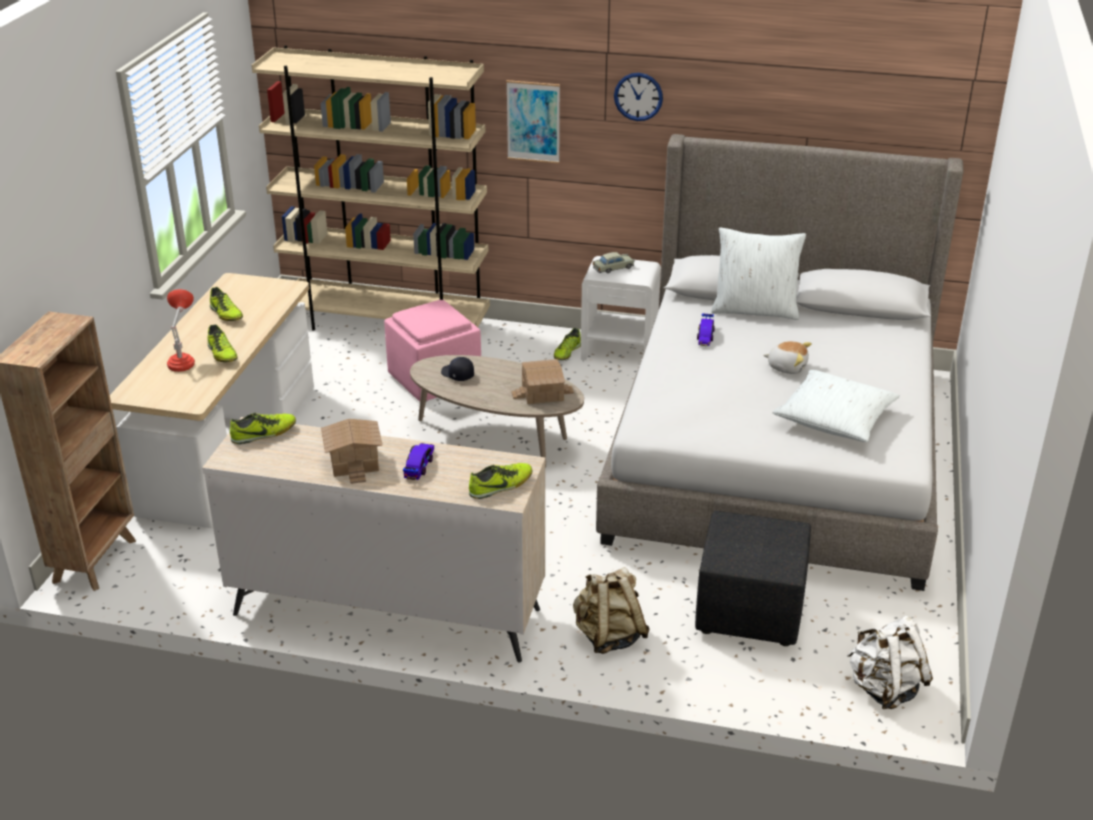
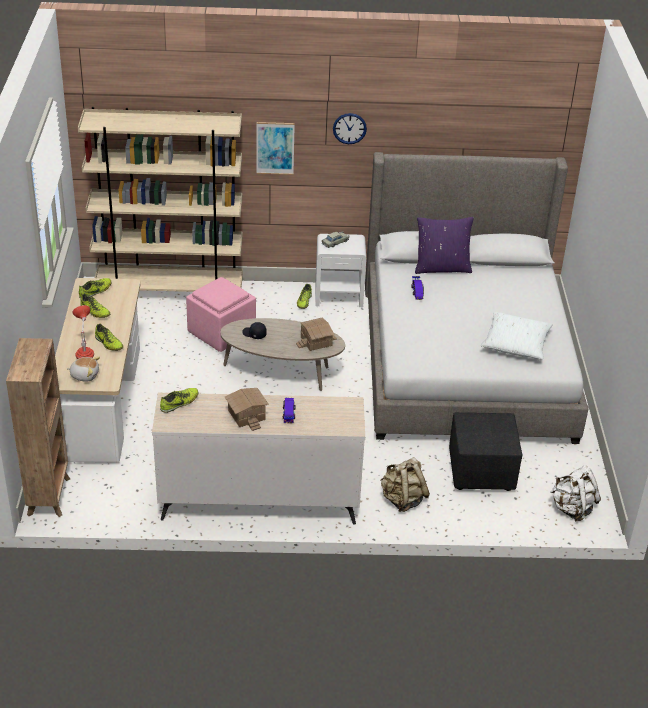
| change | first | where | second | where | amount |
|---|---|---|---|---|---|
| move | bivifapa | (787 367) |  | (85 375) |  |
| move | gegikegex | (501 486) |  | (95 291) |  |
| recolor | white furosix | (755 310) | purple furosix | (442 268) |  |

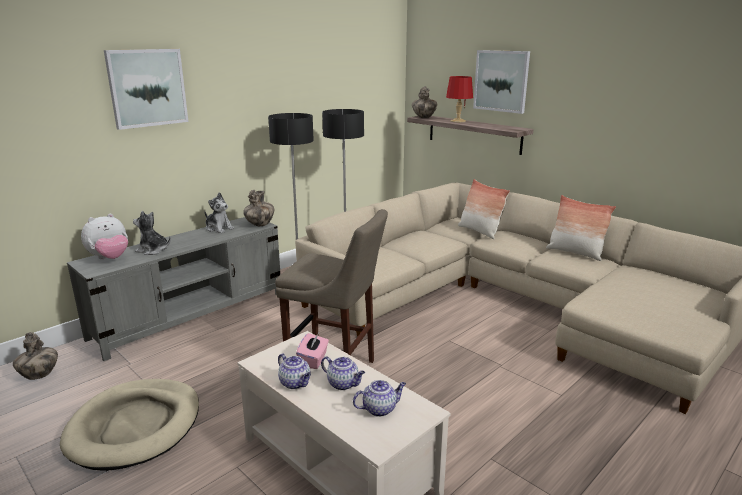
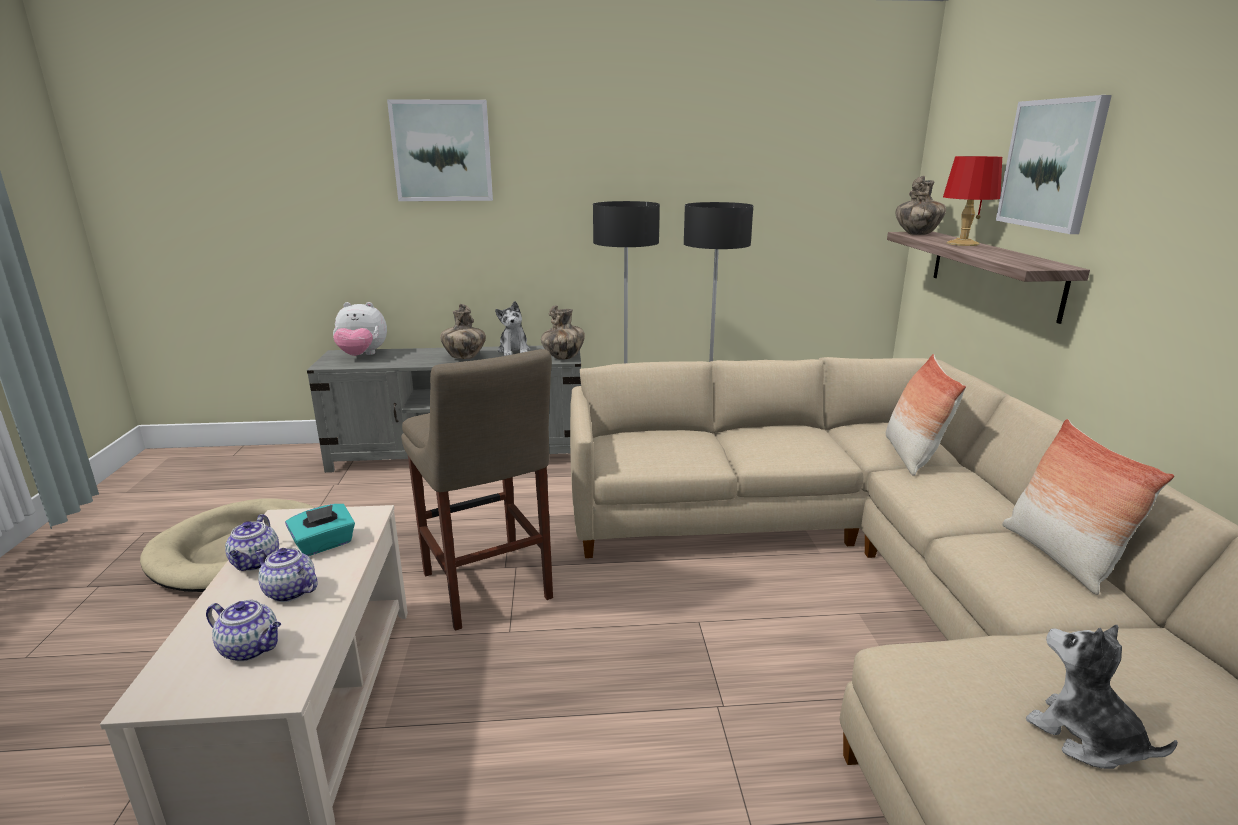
| change | first | where | second | where | amount |
|---|---|---|---|---|---|
| rotate | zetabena | (343 384) |  | (289 591) | 135 degrees clockwise |
| recolor | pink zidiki | (313 360) | turquoise zidiki | (324 544) |  |
| move | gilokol | (39 375) |  | (464 357) |  |
| move | bivifapa | (153 250) |  | (1084 737) |  |

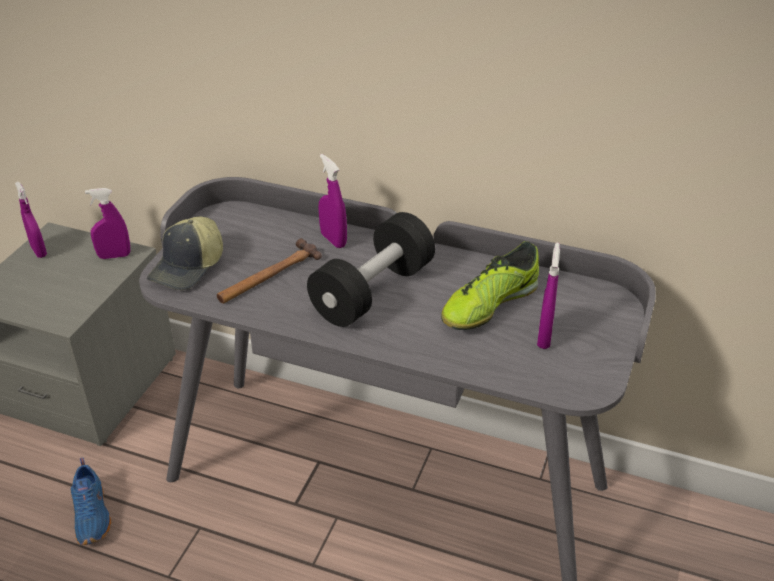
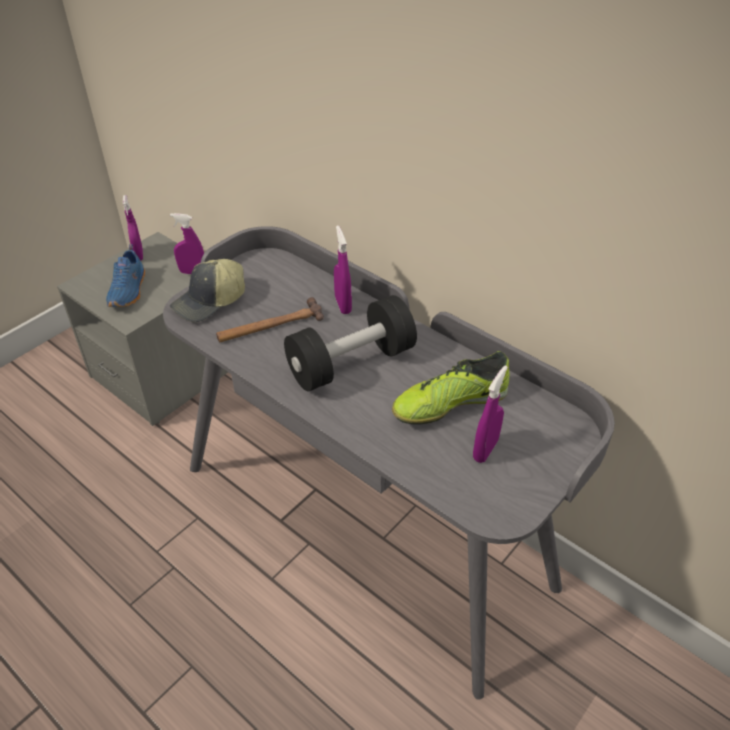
| change | first | where | second | where | amount |
|---|---|---|---|---|---|
| move | blue gegikegex | (93 514) |  | (129 291) |  |

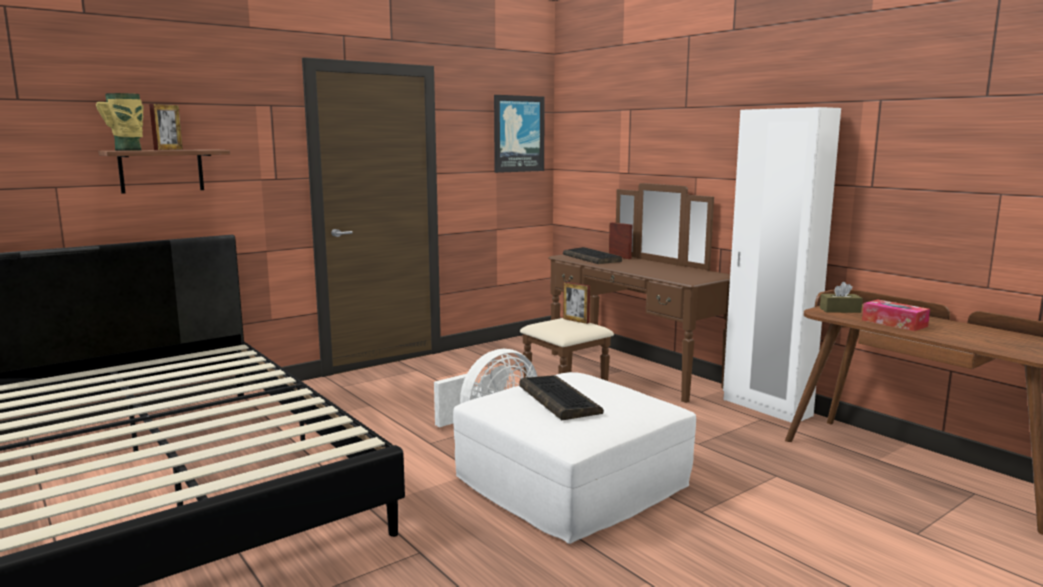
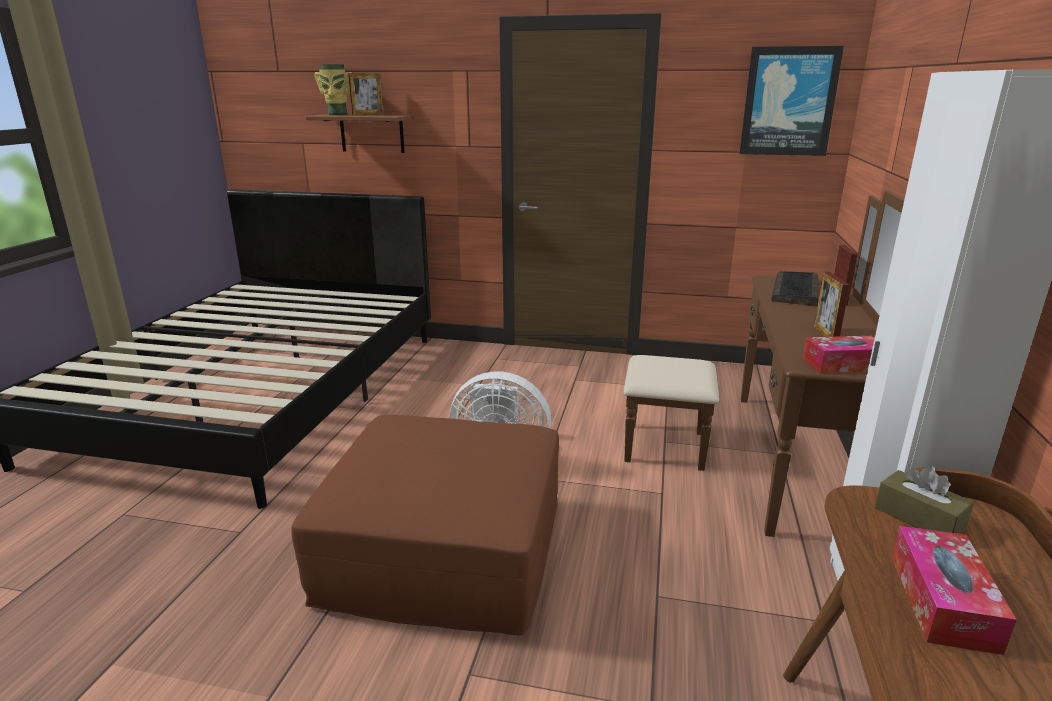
| change | first | where | second | where | amount |
|---|---|---|---|---|---|
| recolor | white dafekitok | (571 483) | brown dafekitok | (443 550) |  |
| insert |  |  | zidiki | (844 364) |  |
| move | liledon | (576 321) |  | (825 335) |  |
| delete | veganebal | (557 399) |  |  |  |

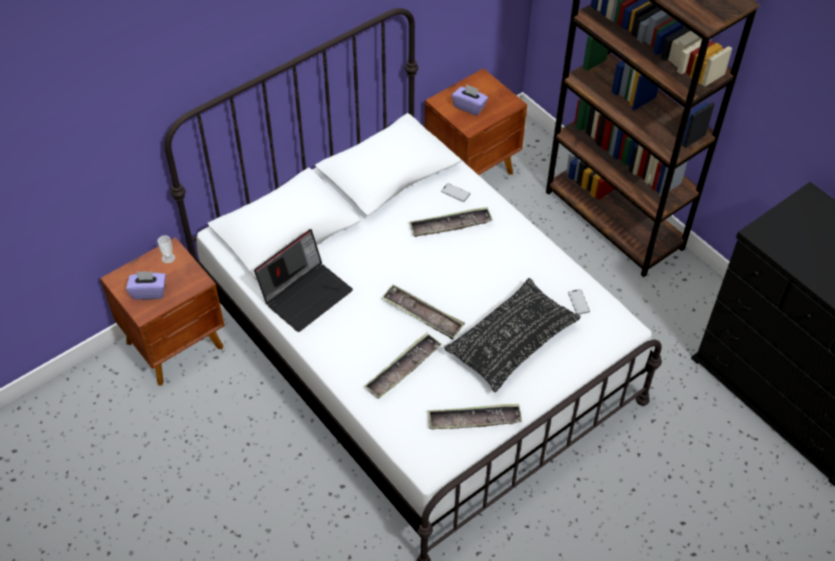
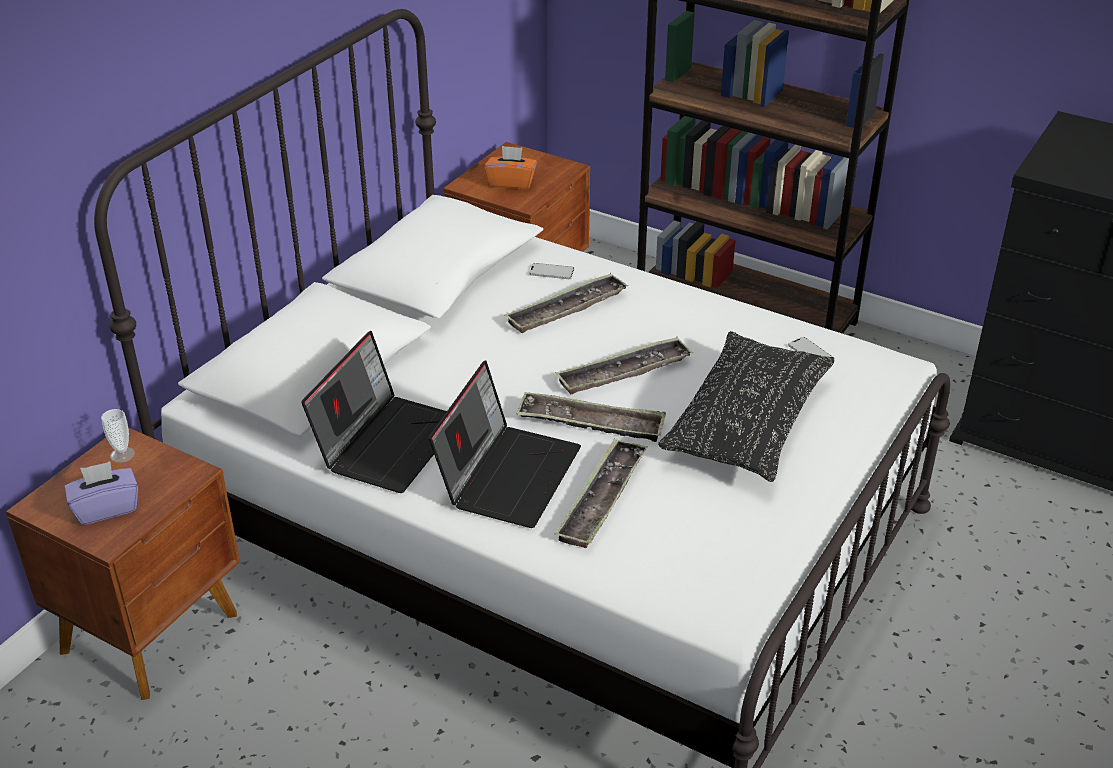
| change | first | where | second | where | amount |
|---|---|---|---|---|---|
| insert |  |  | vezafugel | (508 474) |  |
| recolor | purple zidiki | (469 107) | orange zidiki | (511 182) |  |
| move | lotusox | (474 420) |  | (623 372) |  |

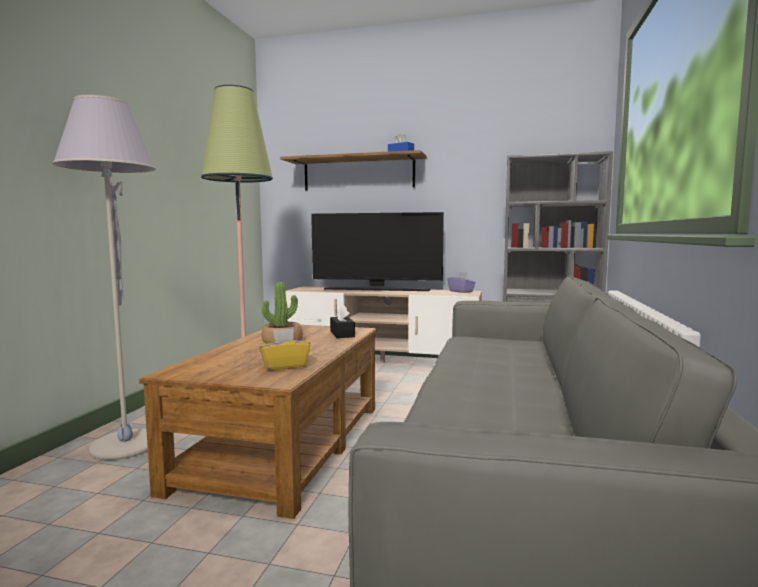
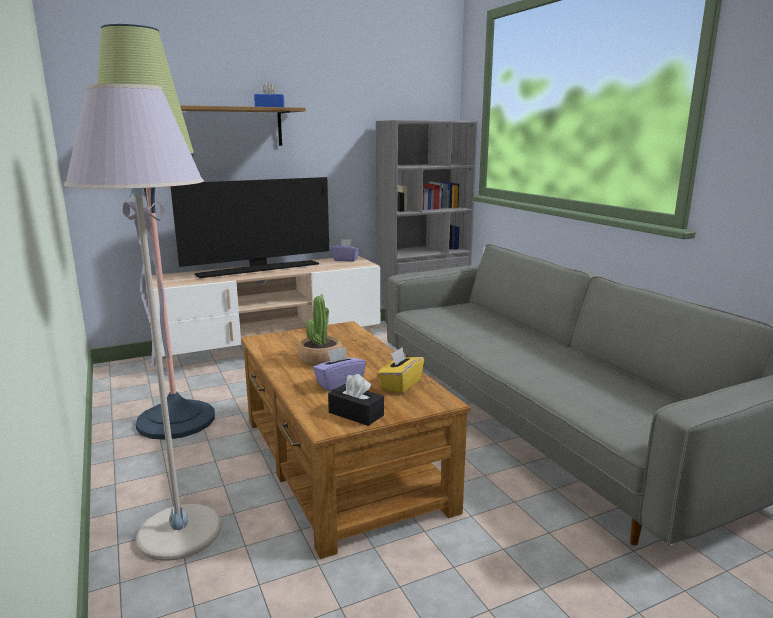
| change | first | where | second | where | amount |
|---|---|---|---|---|---|
| insert |  |  | purple zidiki | (339 384) |  |
| move | black zidiki | (342 334) |  | (356 414) |  |

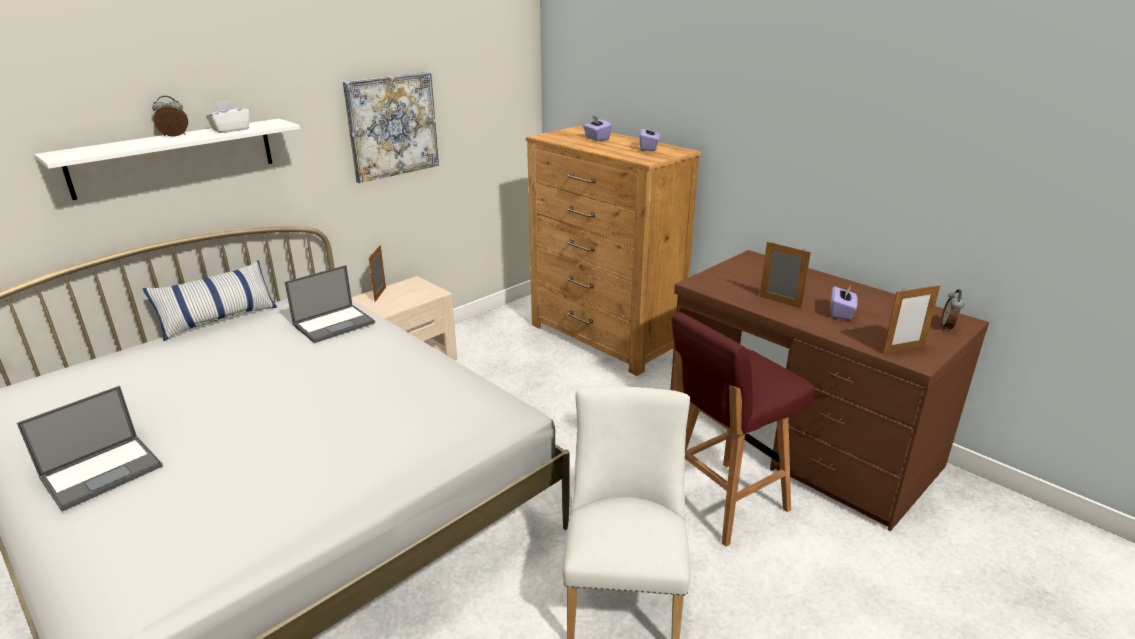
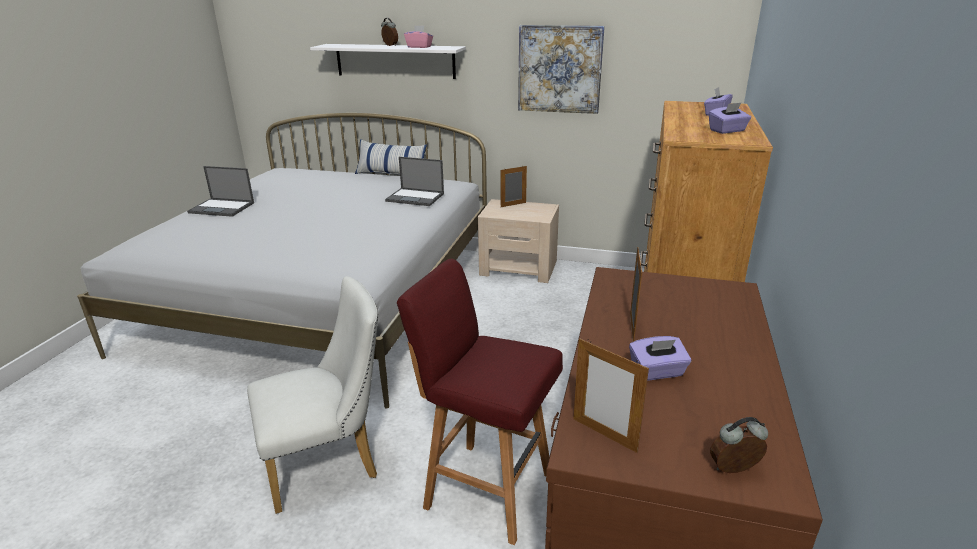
| change | first | where | second | where | amount |
|---|---|---|---|---|---|
| recolor | white zidiki | (231 130) | pink zidiki | (419 47) |  |

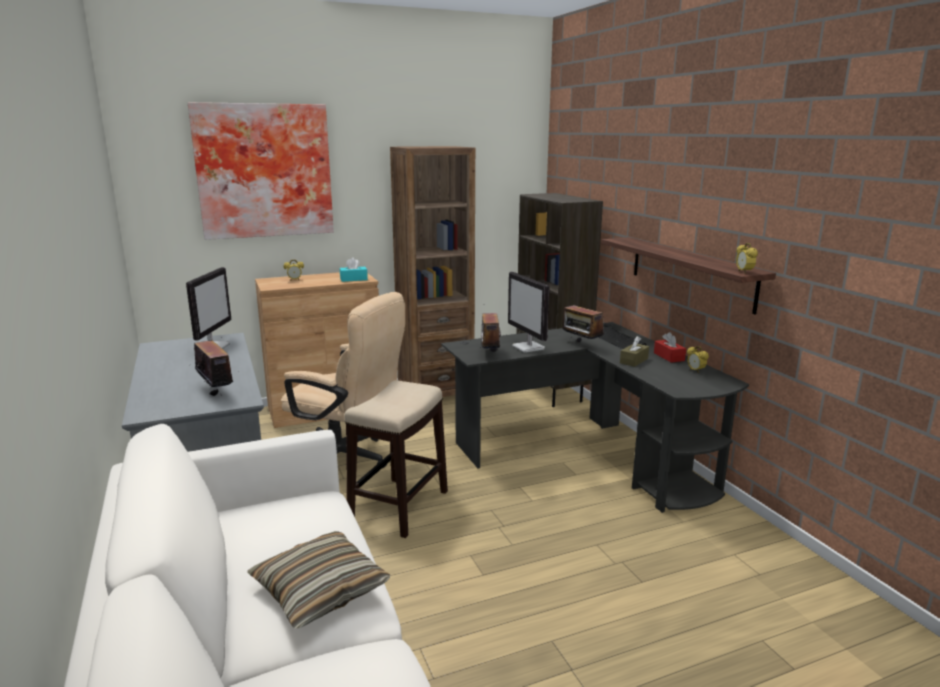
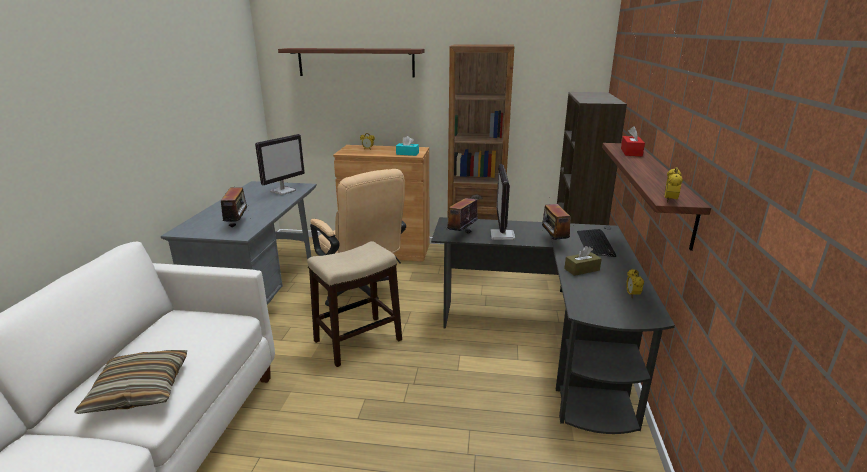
| change | first | where | second | where | amount |
|---|---|---|---|---|---|
| replace | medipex | (264 171) | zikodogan | (356 62) |  |
| move | red zidiki | (669 357) |  | (631 152) |  |

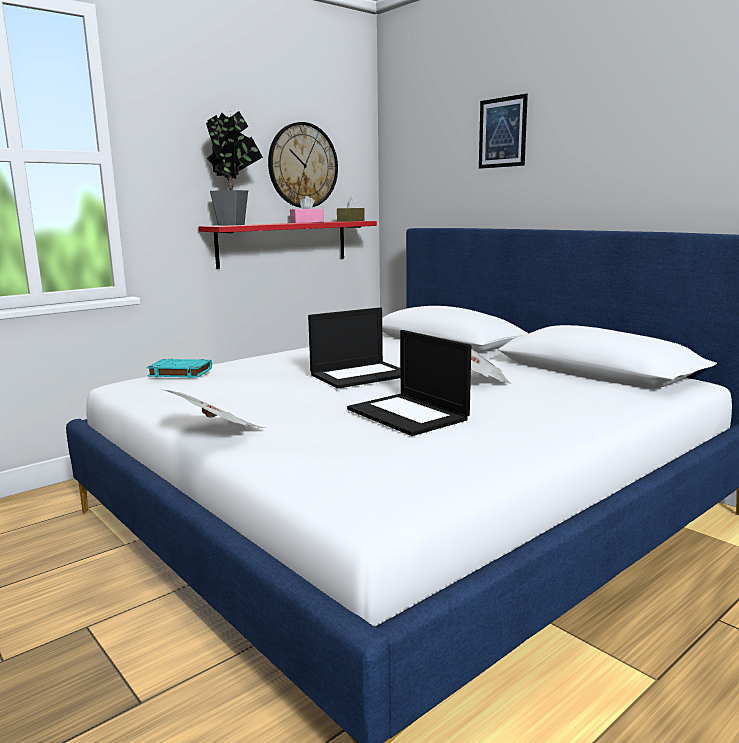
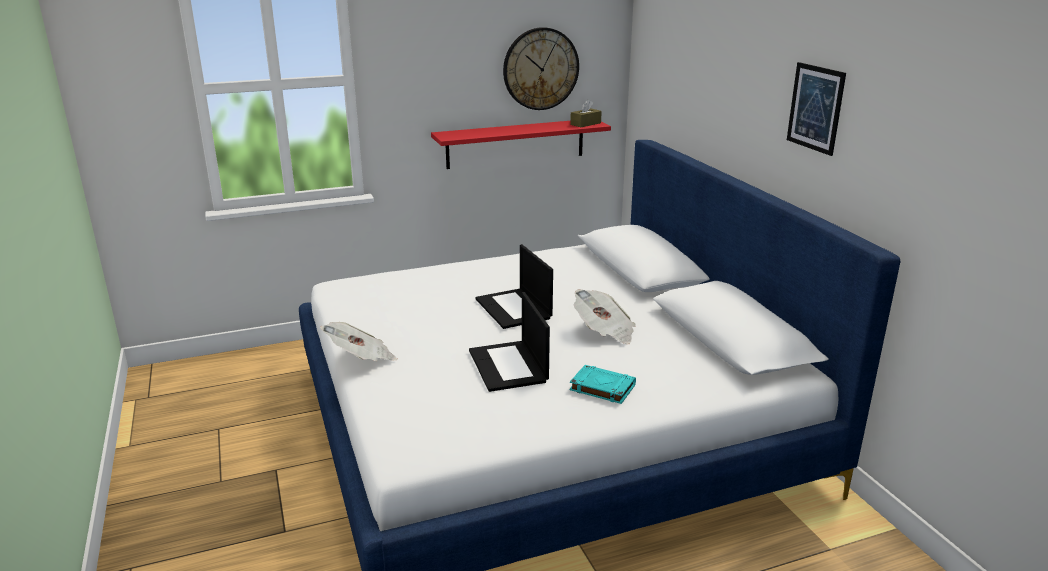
| change | first | where | second | where | amount |
|---|---|---|---|---|---|
| rotate | vezafugel | (361 375) |  | (514 309) | 75 degrees clockwise |
| move | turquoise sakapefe | (179 372) |  | (601 388) |  |
| move | medipex | (502 132) |  | (815 108) |  |
| delete | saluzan | (235 225) |  |  |  |
| delete | pink zidiki | (307 222) |  |  |  |

